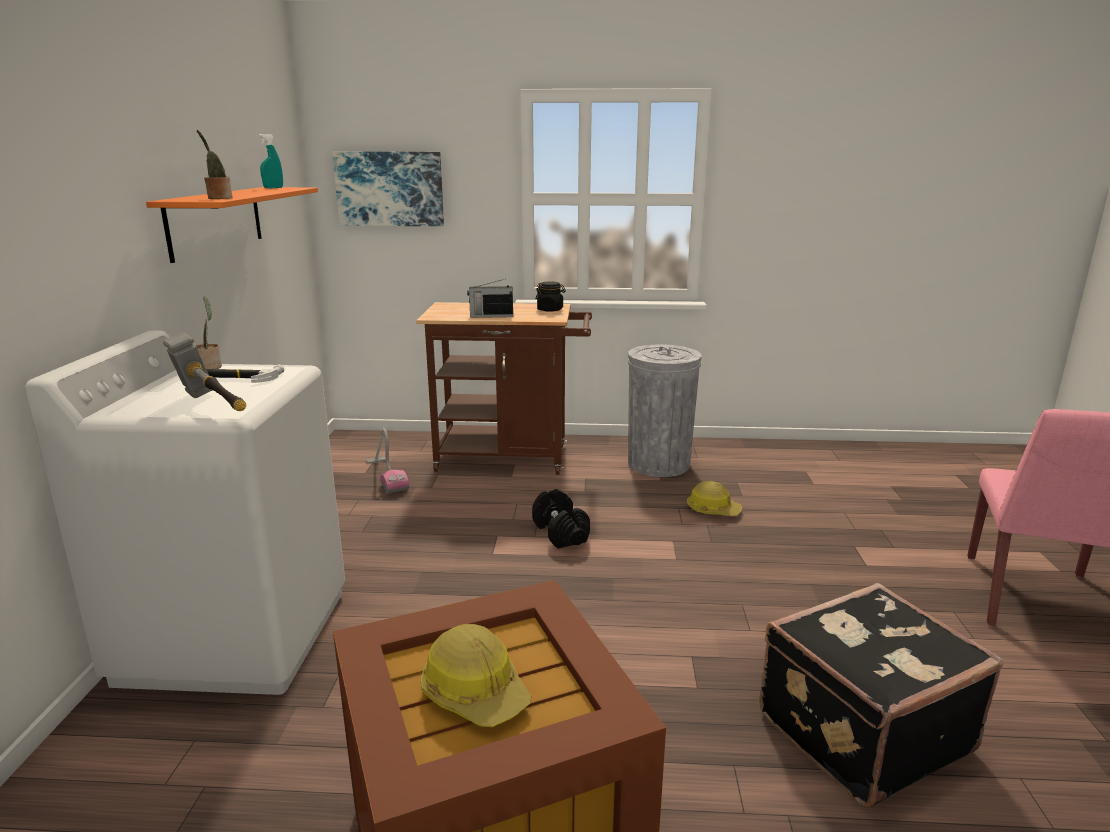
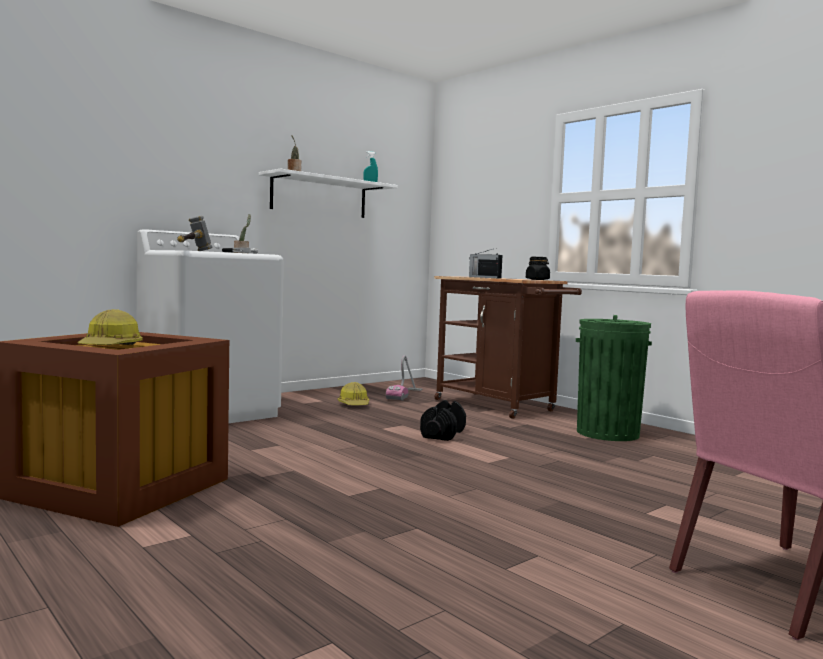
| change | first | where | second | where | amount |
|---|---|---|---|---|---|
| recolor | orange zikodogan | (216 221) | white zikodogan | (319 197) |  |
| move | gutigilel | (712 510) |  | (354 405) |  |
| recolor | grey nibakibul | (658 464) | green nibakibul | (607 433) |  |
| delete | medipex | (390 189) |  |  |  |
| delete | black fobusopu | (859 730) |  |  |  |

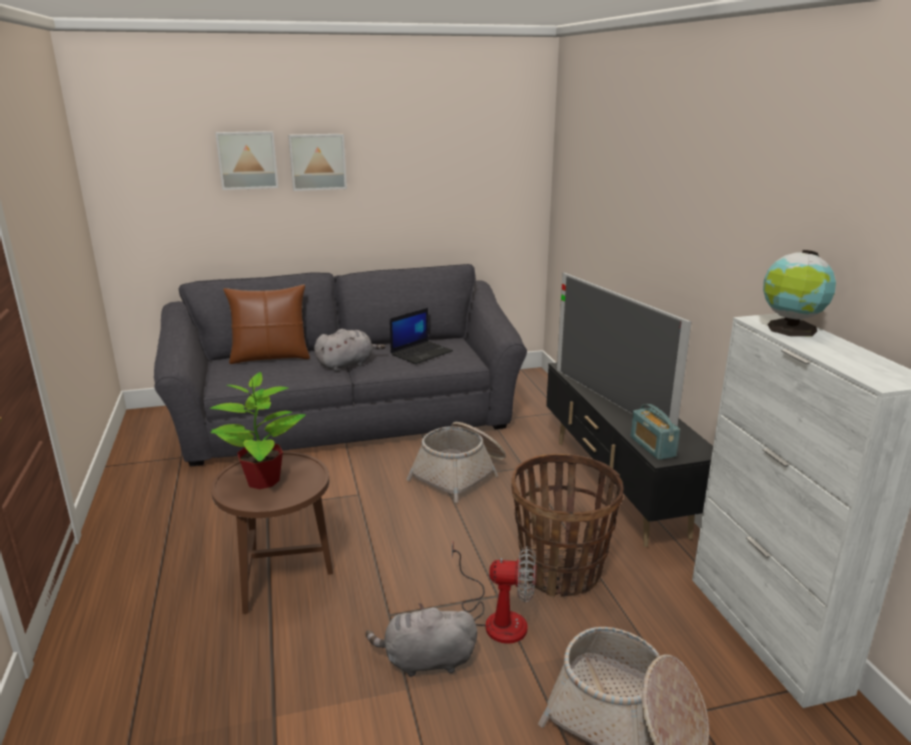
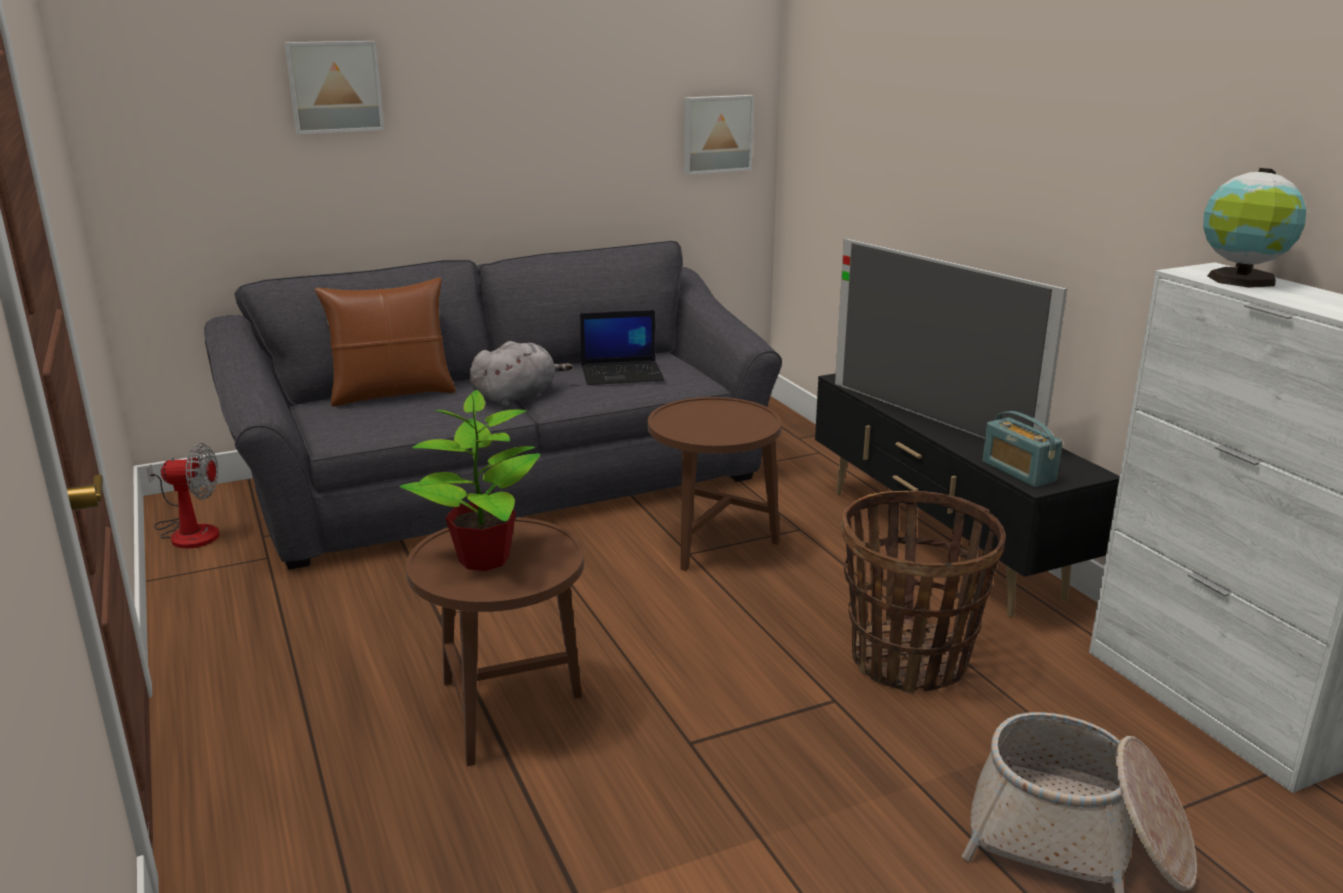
| change | first | where | second | where | amount |
|---|---|---|---|---|---|
| move | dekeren | (497 618) |  | (189 531) |  |
| rotate | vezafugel | (421 352) |  | (623 374) | 45 degrees clockwise |
| replace | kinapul | (460 474) | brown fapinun | (712 545) |  |
| move | medipex | (317 161) |  | (716 134) |  |
| delete | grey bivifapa | (425 661) |  |  |  |

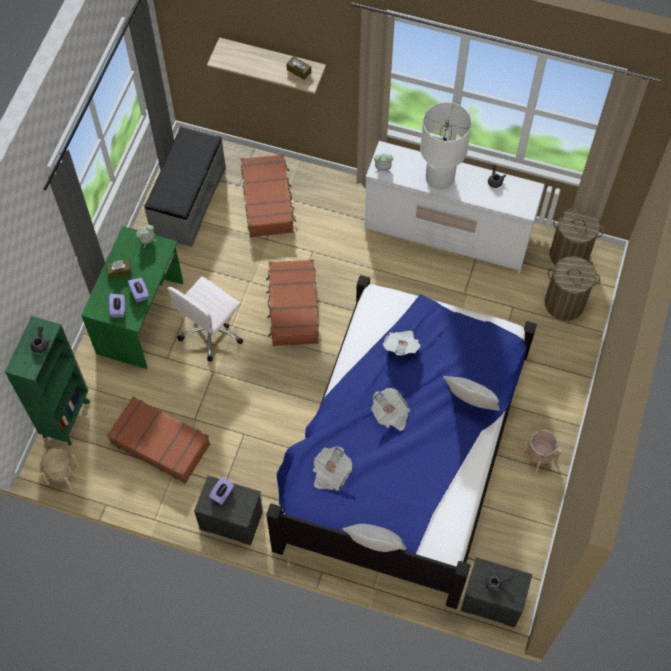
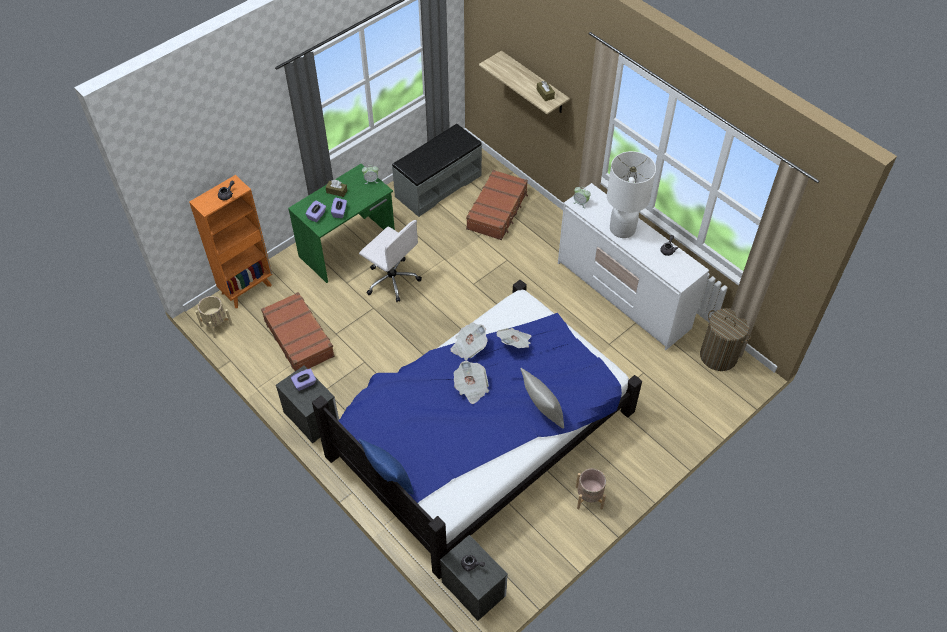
| change | first | where | second | where | amount |
|---|---|---|---|---|---|
| recolor | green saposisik | (67 417) | orange saposisik | (247 289) |  |
| rotate | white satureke | (211 331) |  | (392 280) | 120 degrees counterclockwise |
| recolor | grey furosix | (374 546) | blue furosix | (389 479) |  |
| move | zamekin | (330 473) |  | (468 347) |  |
| delete | brown fobusopu | (293 308) |  |  |  |
| delete | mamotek | (564 303) |  |  |  |

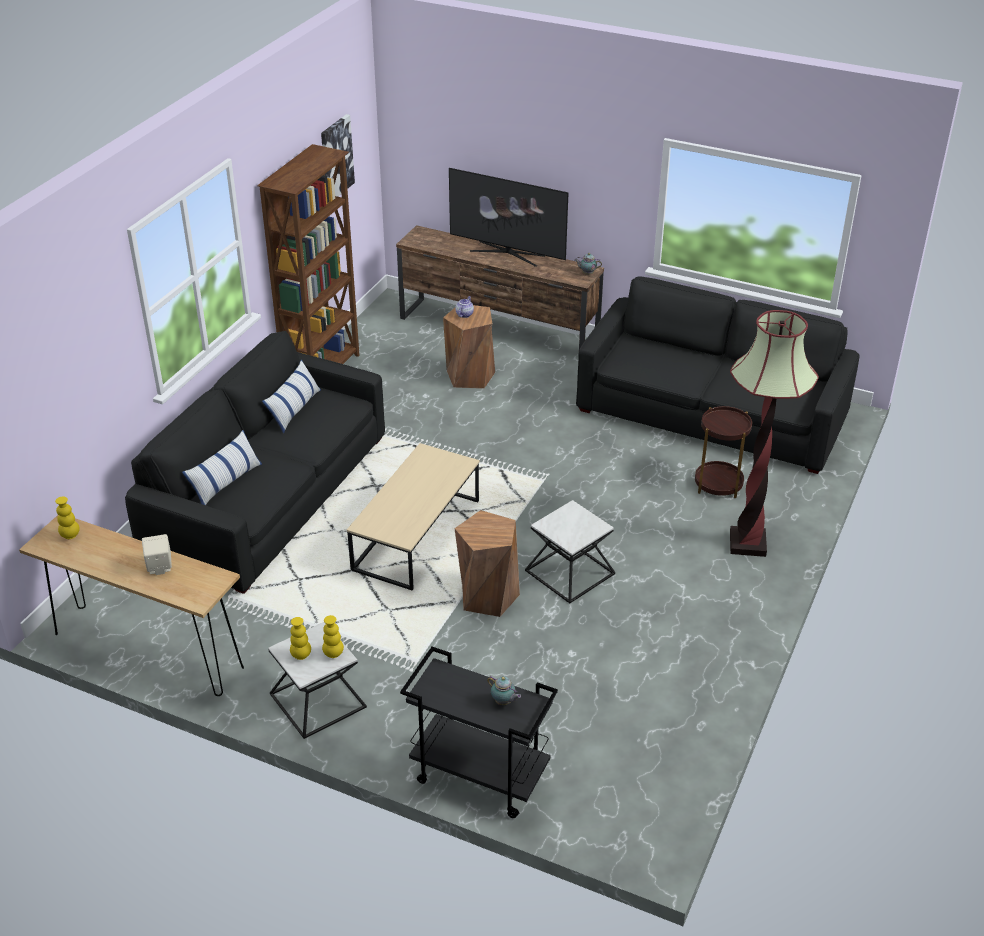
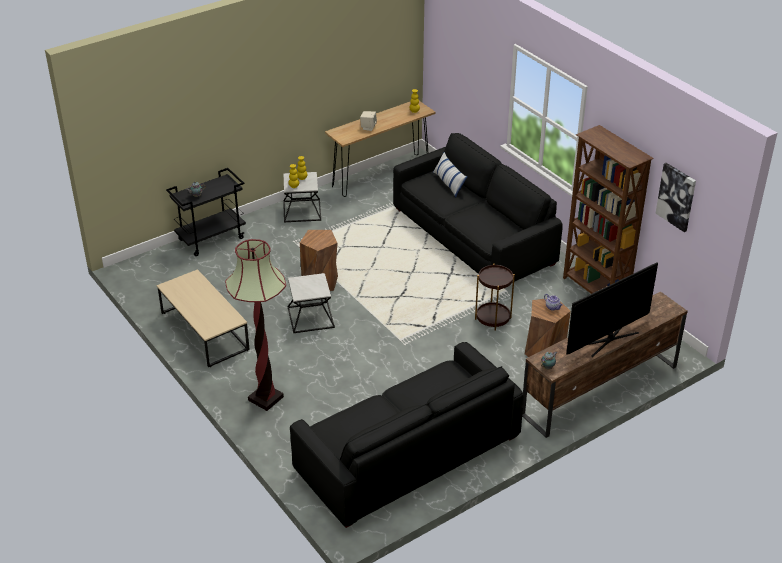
| change | first | where | second | where | amount |
|---|---|---|---|---|---|
| move | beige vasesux | (417 536) |  | (204 331) |  |
| move | brown fapinun | (718 484) |  | (493 318) |  |
| delete | furosix | (294 409) |  |  |  |

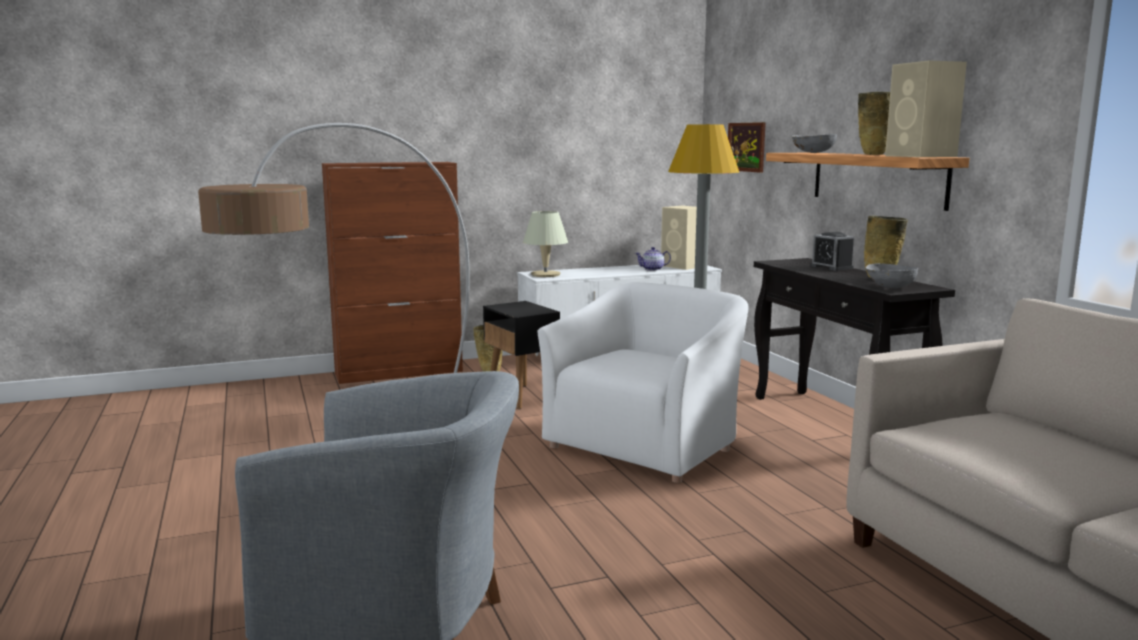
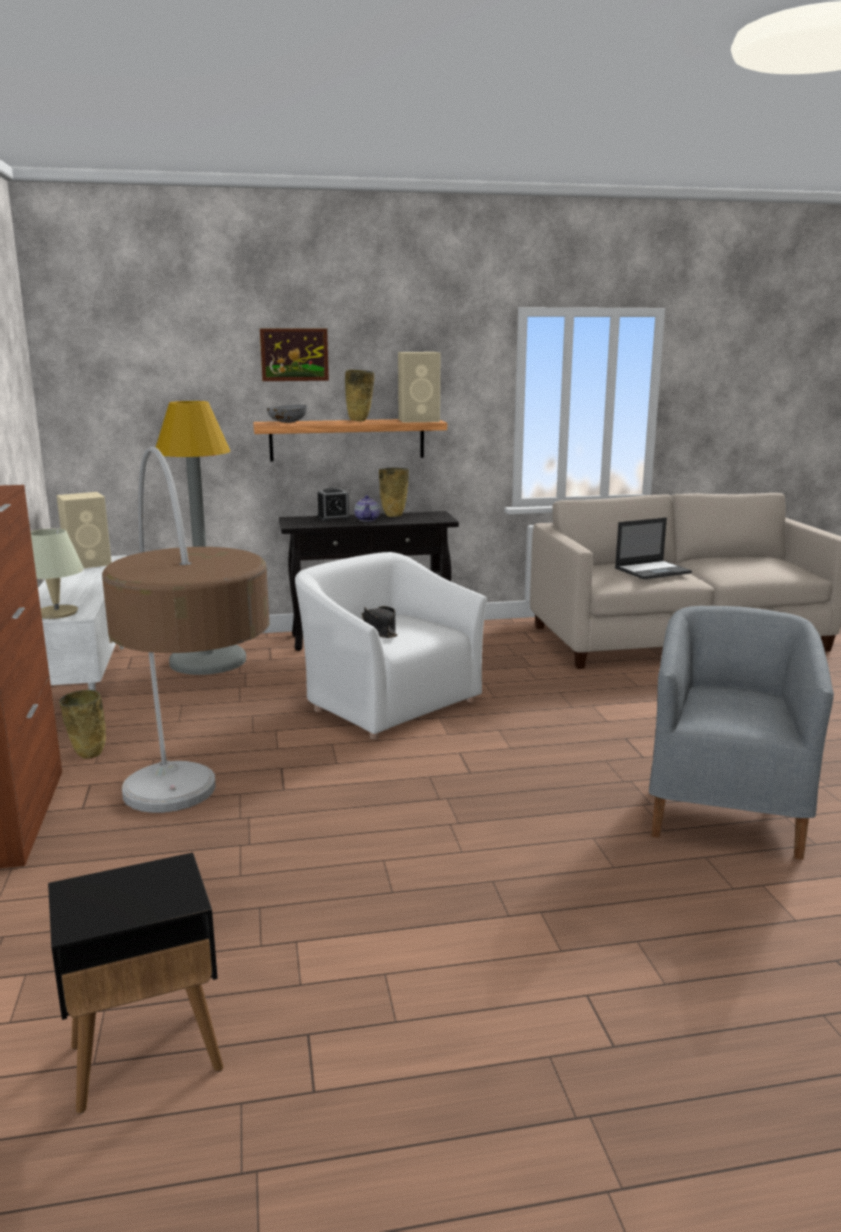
| change | first | where | second | where | amount |
|---|---|---|---|---|---|
| move | black fapinun | (522 397) |  | (148 1056) |  |
| move | medipex | (746 147) |  | (294 354) |  |
| move | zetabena | (653 269) |  | (367 519) |  |
| insert |  |  | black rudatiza | (379 629) |  |
| insert |  |  | vezafugel | (653 570) |  |
| delete | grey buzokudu | (889 287) |  |  |  |

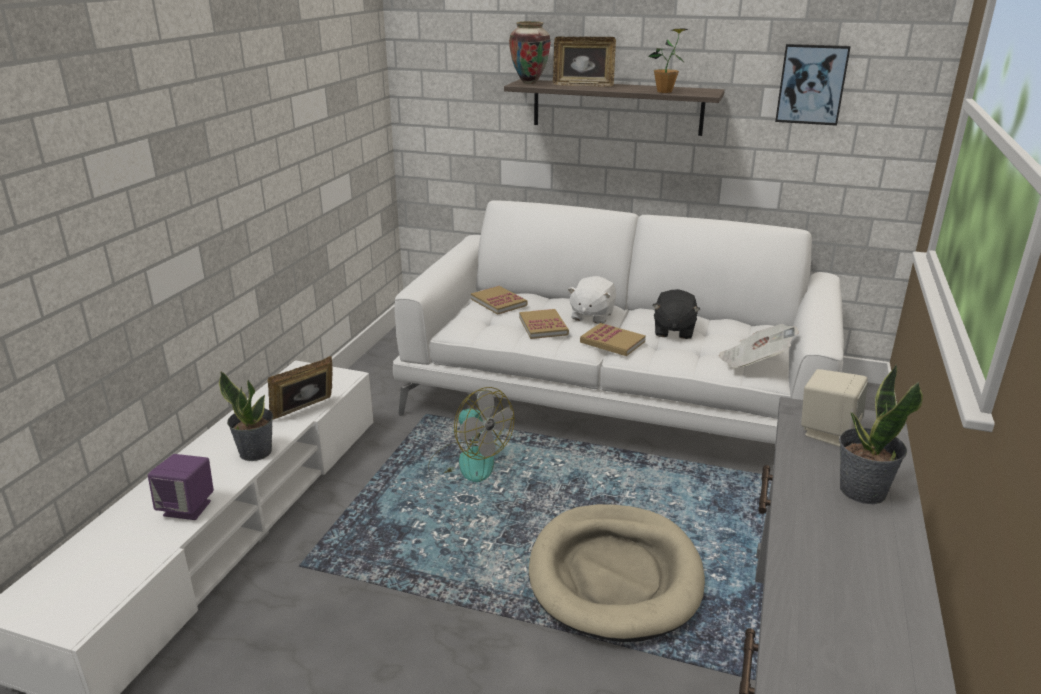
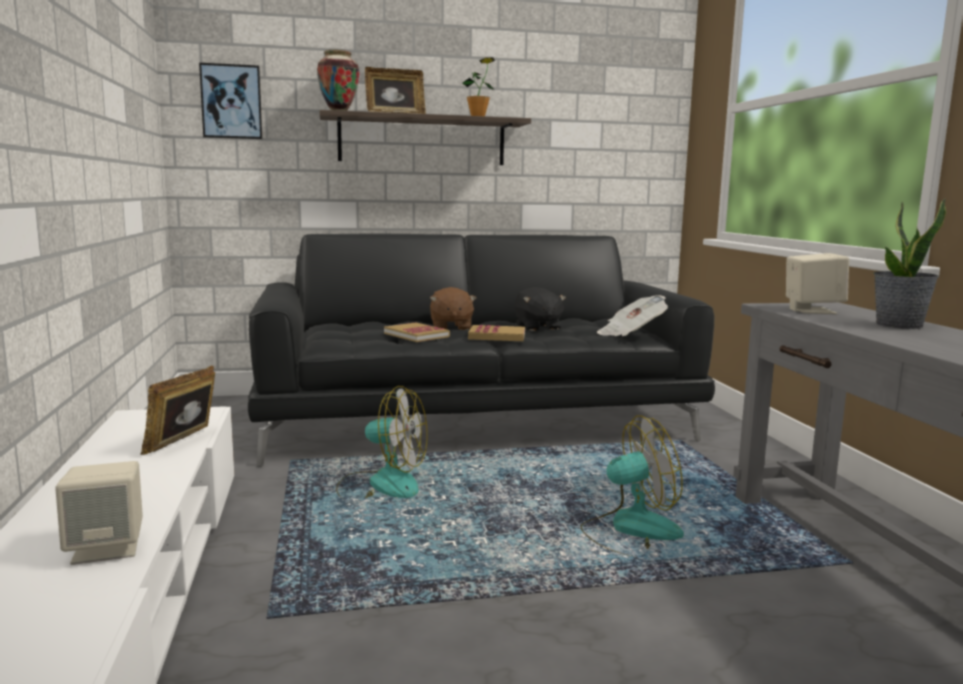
| change | first | where | second | where | amount |
|---|---|---|---|---|---|
| recolor | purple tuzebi | (188 508) | beige tuzebi | (107 548) |  |
| move | medipex | (811 84) |  | (231 102) |  |
| recolor | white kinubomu | (617 396) | black kinubomu | (475 417) |  |
| recolor | white bivifapa | (591 316) | brown bivifapa | (451 327) |  |
| replace | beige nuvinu | (615 575) | dekeren | (630 530) |  |
| delete | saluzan | (256 452) |  |  |  |
| delete | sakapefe | (498 302) |  |  |  |

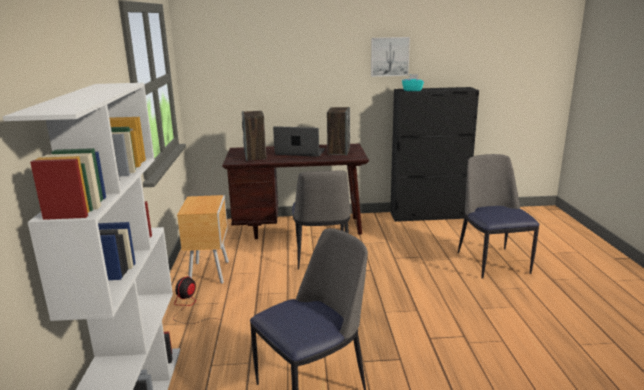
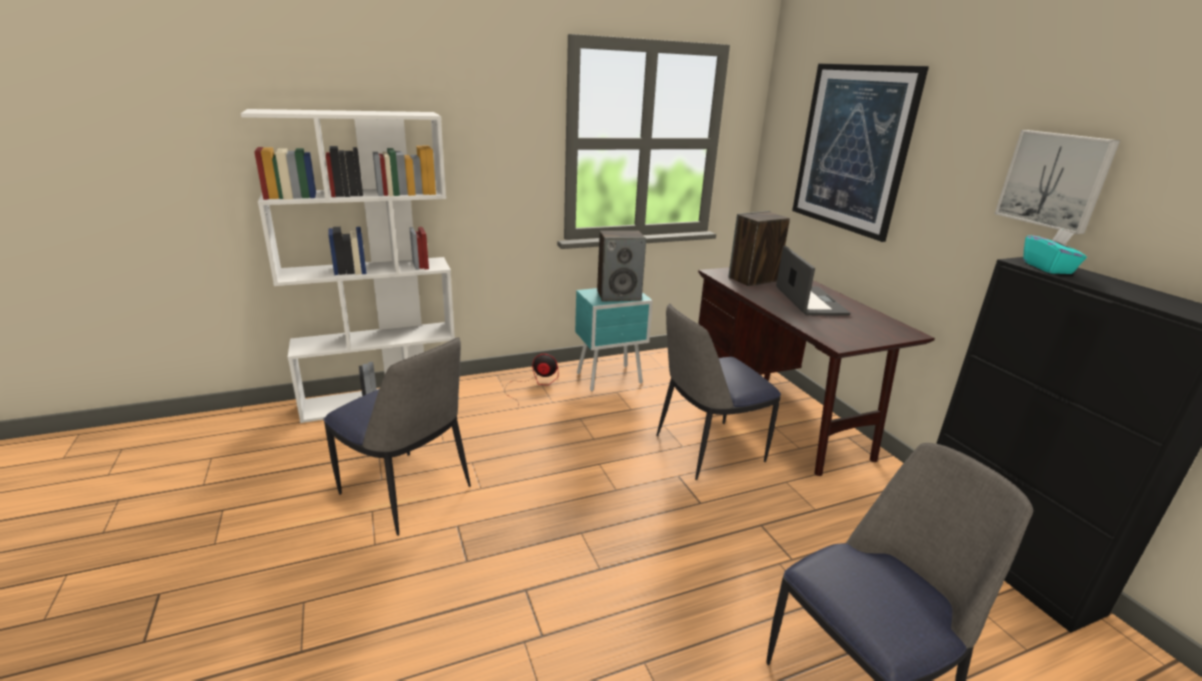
| change | first | where | second | where | amount |
|---|---|---|---|---|---|
| recolor | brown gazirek | (210 272) | turquoise gazirek | (611 378) |  |
| move | tuzebi | (338 152) |  | (619 295) |  |
| insert |  |  | medipex | (852 149) |  |

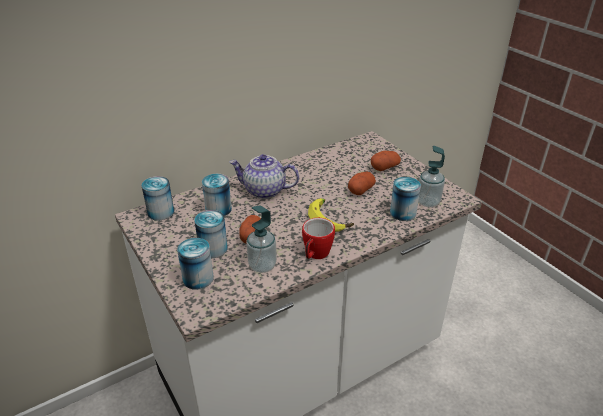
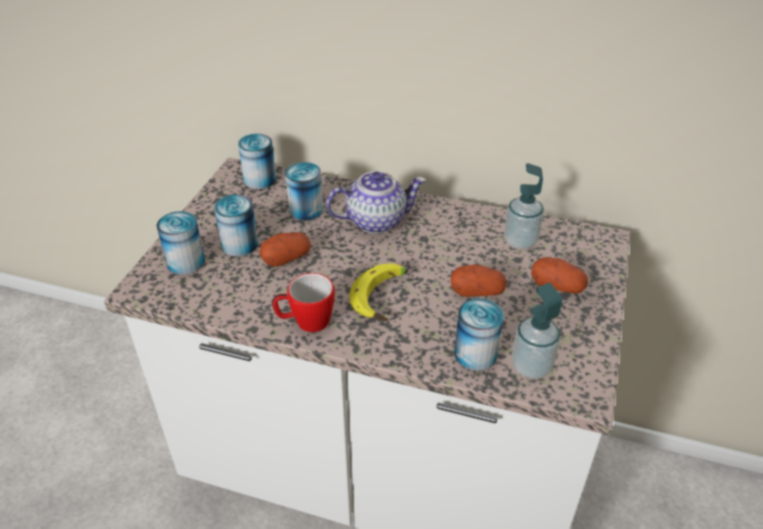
| change | first | where | second | where | amount |
|---|---|---|---|---|---|
| rotate | zetabena | (264 191) |  | (376 220) | 105 degrees clockwise |
| move | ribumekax | (262 266) |  | (520 241) |  |

